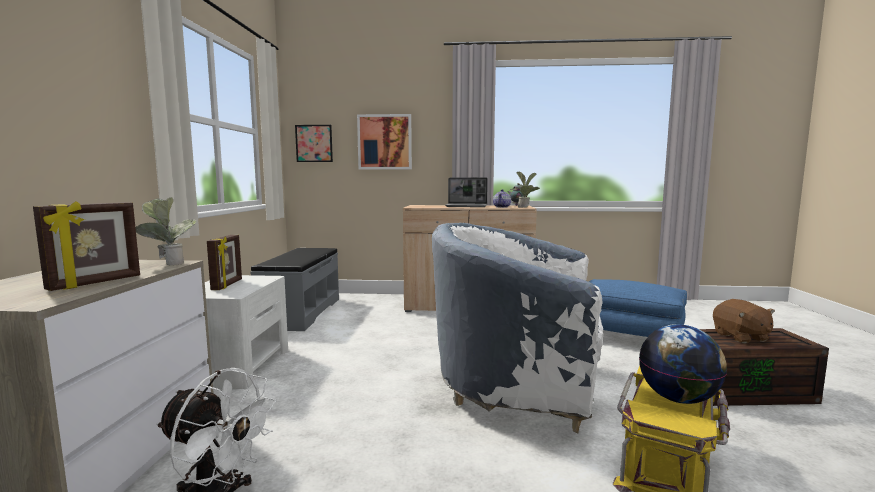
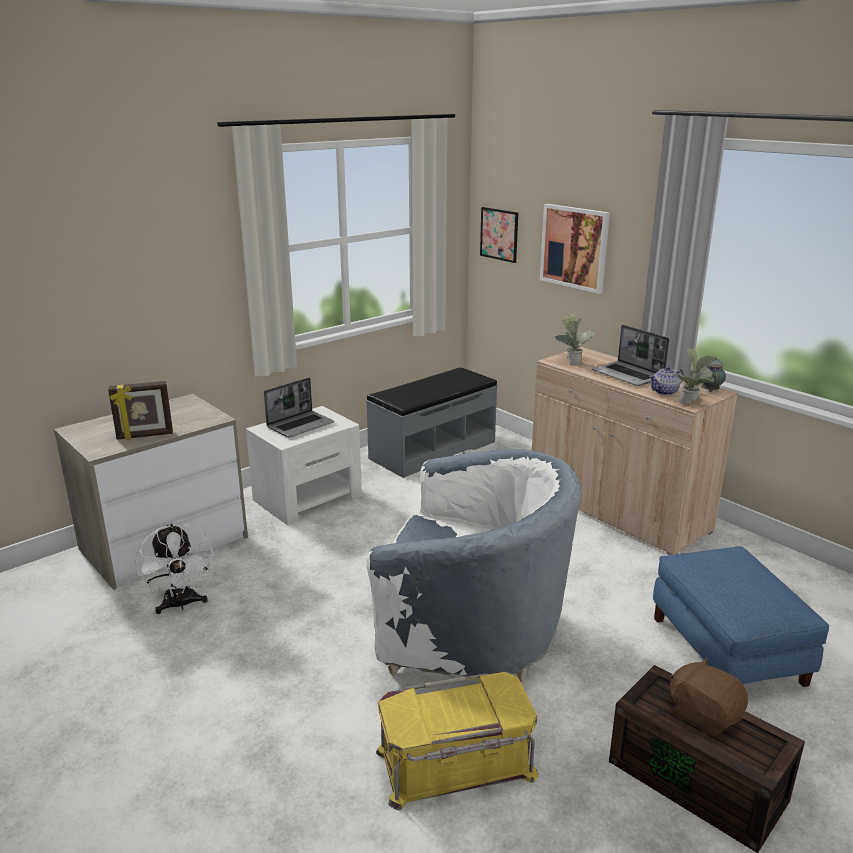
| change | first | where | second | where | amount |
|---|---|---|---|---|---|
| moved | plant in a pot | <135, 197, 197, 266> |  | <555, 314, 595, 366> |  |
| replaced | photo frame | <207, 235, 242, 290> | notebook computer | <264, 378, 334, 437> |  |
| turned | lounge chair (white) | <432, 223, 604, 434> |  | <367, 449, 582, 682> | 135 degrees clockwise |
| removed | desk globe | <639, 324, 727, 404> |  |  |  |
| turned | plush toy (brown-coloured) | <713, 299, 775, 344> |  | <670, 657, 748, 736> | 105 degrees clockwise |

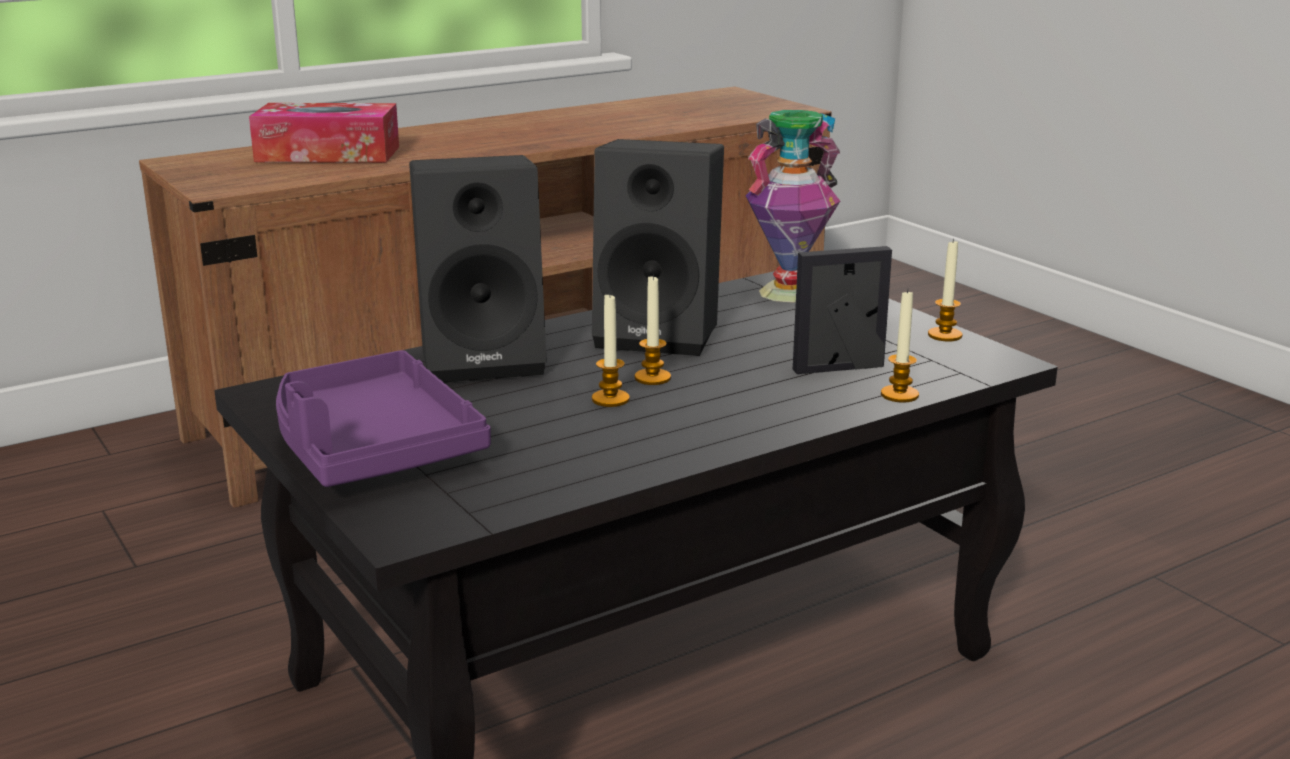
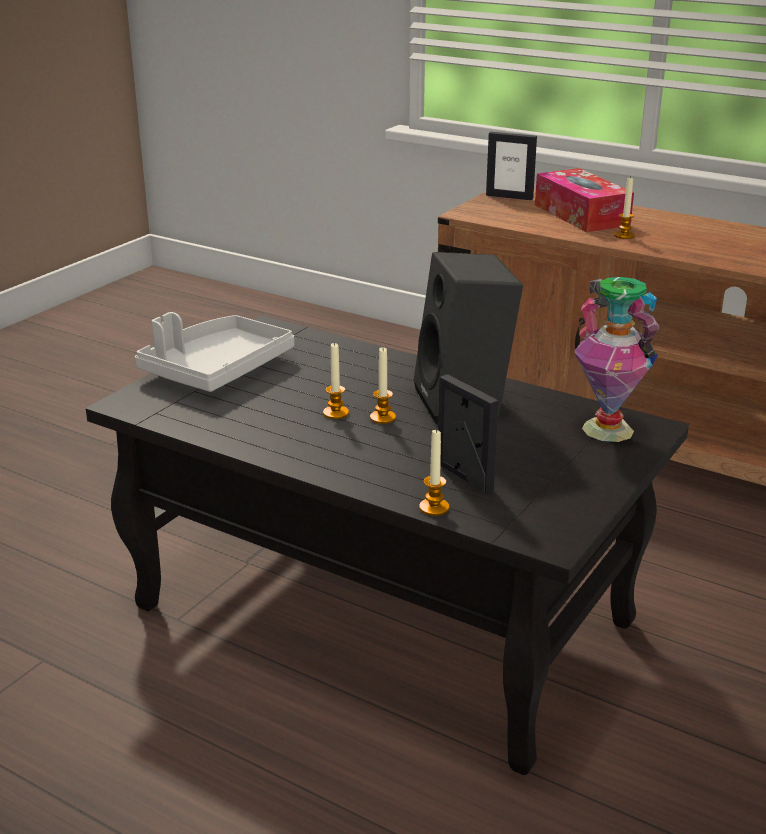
| change | first | where | second | where | amount |
|---|---|---|---|---|---|
| recoloured | carrying tray (purplish) | <276, 350, 491, 487> | carrying tray (grey) | <135, 312, 294, 392> |  |
| removed | audio speaker (blackish) | <409, 155, 547, 382> |  |  |  |
| moved | wax light | <928, 239, 962, 342> |  | <614, 176, 635, 239> |  |
| added |  |  | photo frame | <486, 132, 537, 200> |  |

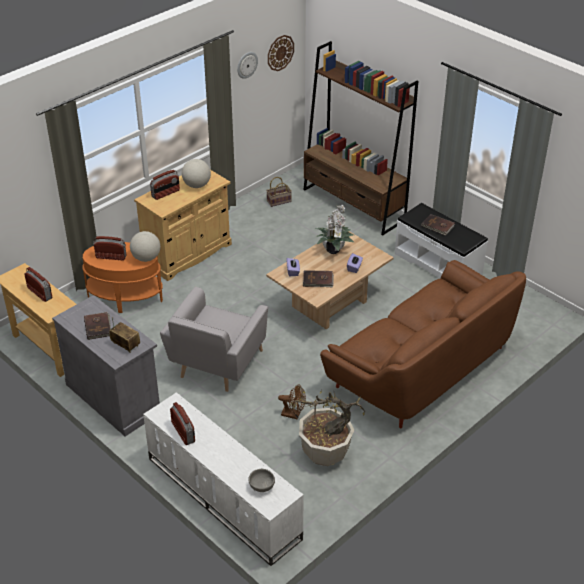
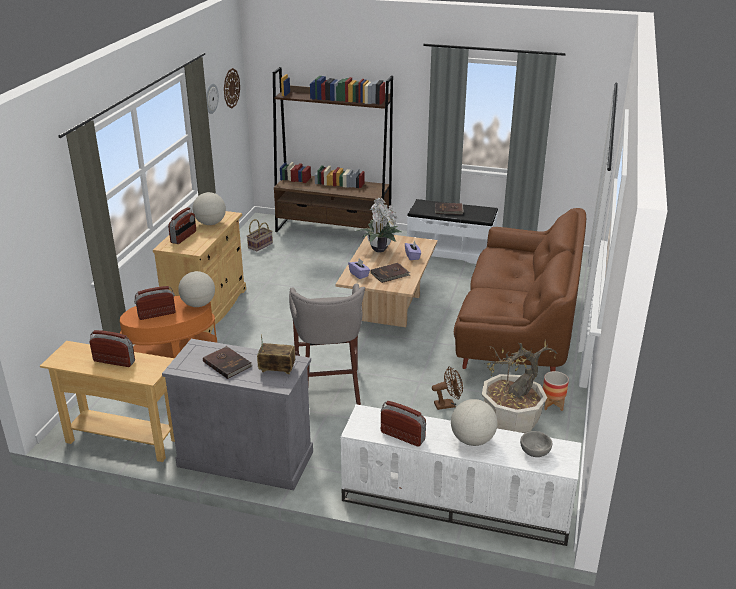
| change | first | where | second | where | amount |
|---|---|---|---|---|---|
| replaced | lounge chair (grey) | <160, 287, 268, 392> | stool (grey) | <289, 283, 365, 405> |  |
| added |  |  | desk globe | <451, 399, 497, 446> |  |
| added |  |  | plant pot | <543, 371, 569, 411> |  |

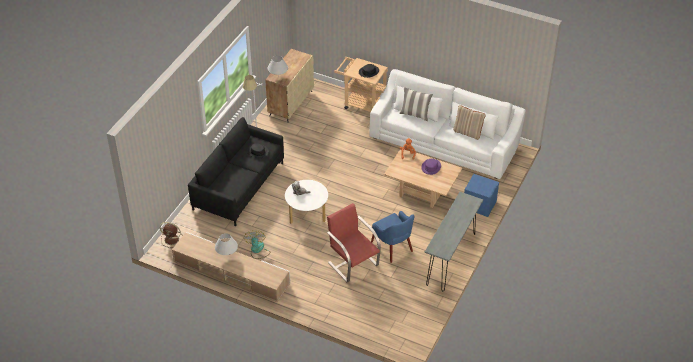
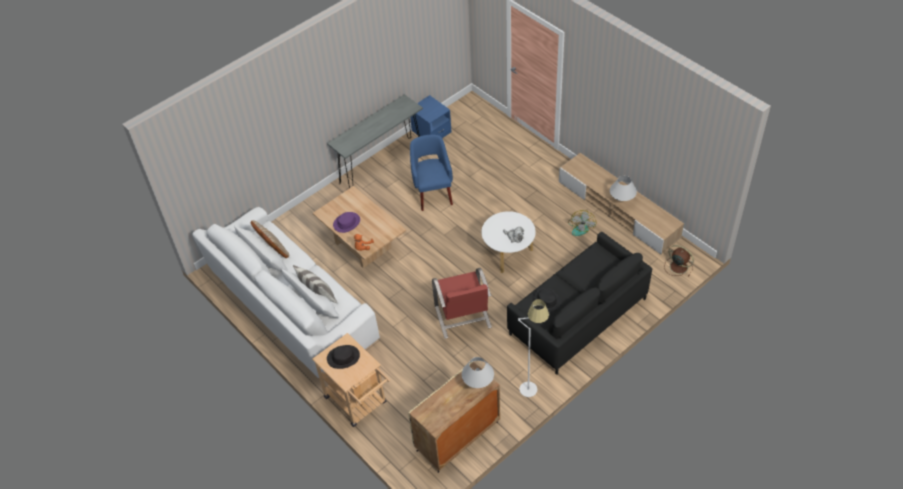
| change | first | where | second | where | amount |
|---|---|---|---|---|---|
| moved | lounge chair (reddish) | <327, 203, 381, 283> |  | <432, 268, 492, 339> |  |
| moved | bedside table (bluish) | <464, 174, 499, 217> |  | <410, 95, 451, 138> |  |

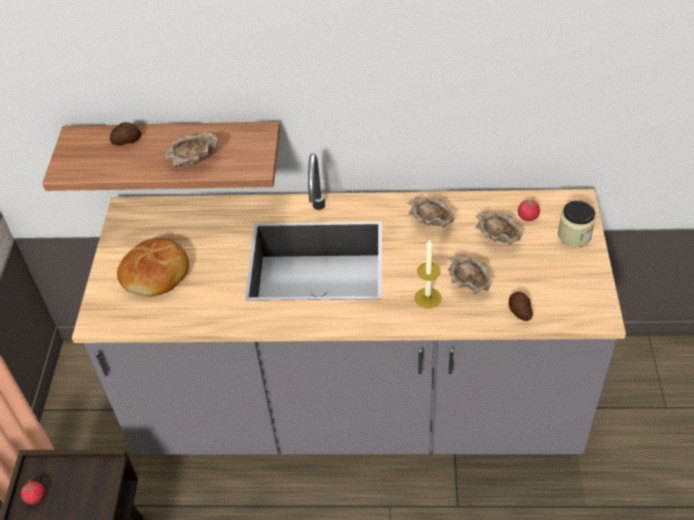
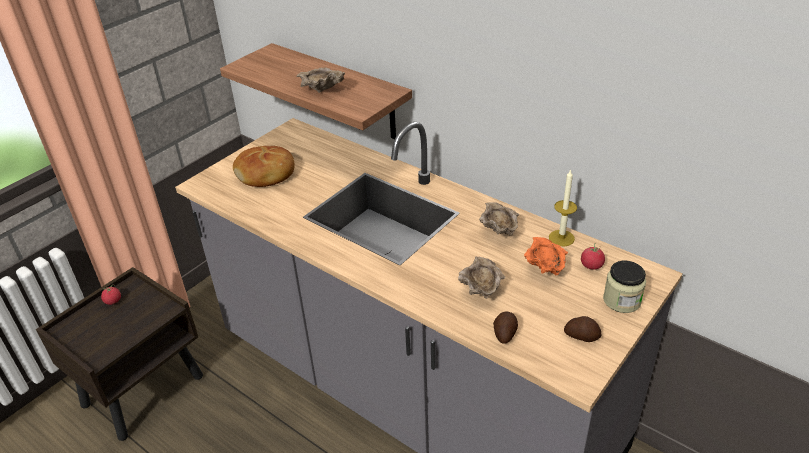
| change | first | where | second | where | amount |
|---|---|---|---|---|---|
| moved | whole potato | <110, 122, 141, 145> |  | <564, 316, 602, 342> |  |
| moved | wax light | <415, 239, 441, 309> |  | <549, 169, 577, 246> |  |
| recoloured | serving bowl (beige) | <475, 211, 523, 245> | serving bowl (orange-coloured) | <524, 237, 568, 275> |  |

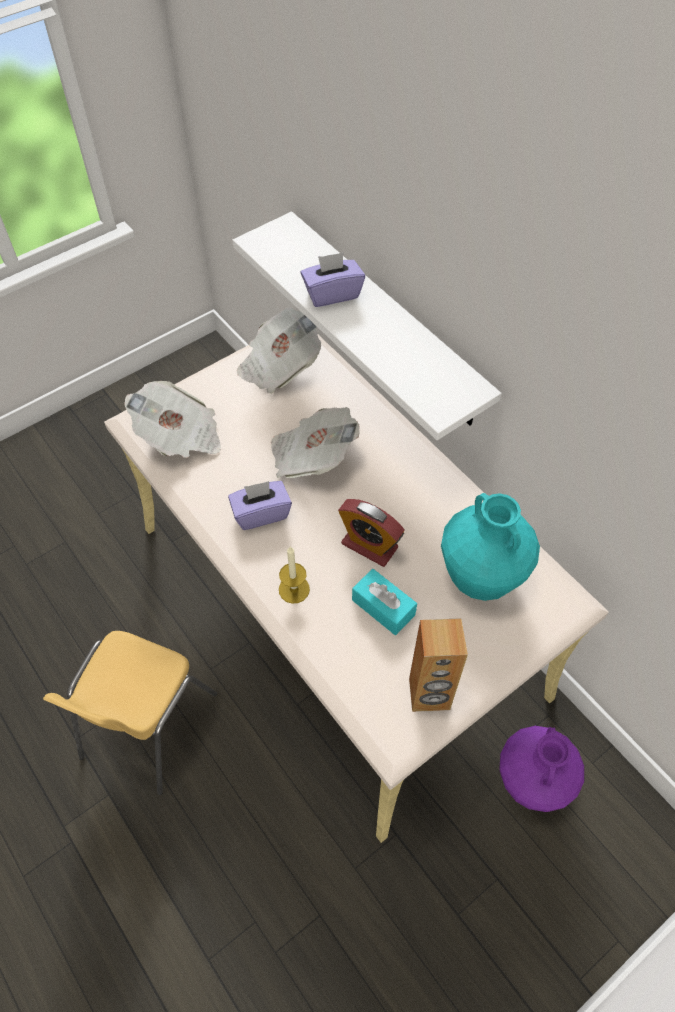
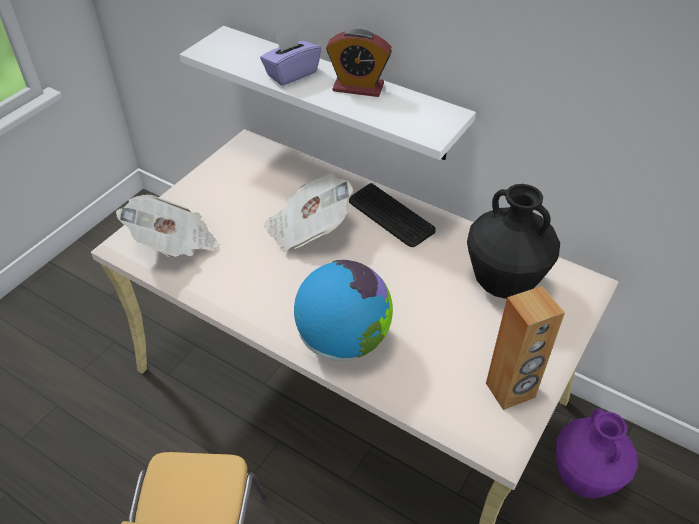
| change | first | where | second | where | amount |
|---|---|---|---|---|---|
| removed | tissue holder (purplish) | <228, 481, 292, 530> |  |  |  |
| removed | newspaper | <237, 308, 321, 394> |  |  |  |
| replaced | wax light | <279, 547, 310, 604> | desk globe | <294, 260, 393, 361> |  |
| moved | table clock | <338, 499, 405, 567> |  | <326, 29, 392, 97> |  |
| removed | tissue holder (turquoise-coloured) | <352, 569, 417, 635> |  |  |  |
| recoloured | flower vase (turquoise-coloured) | <441, 493, 540, 601> | flower vase (blackish) | <467, 184, 560, 299> |  |
| added |  |  | keyboard | <349, 183, 436, 247> |  |

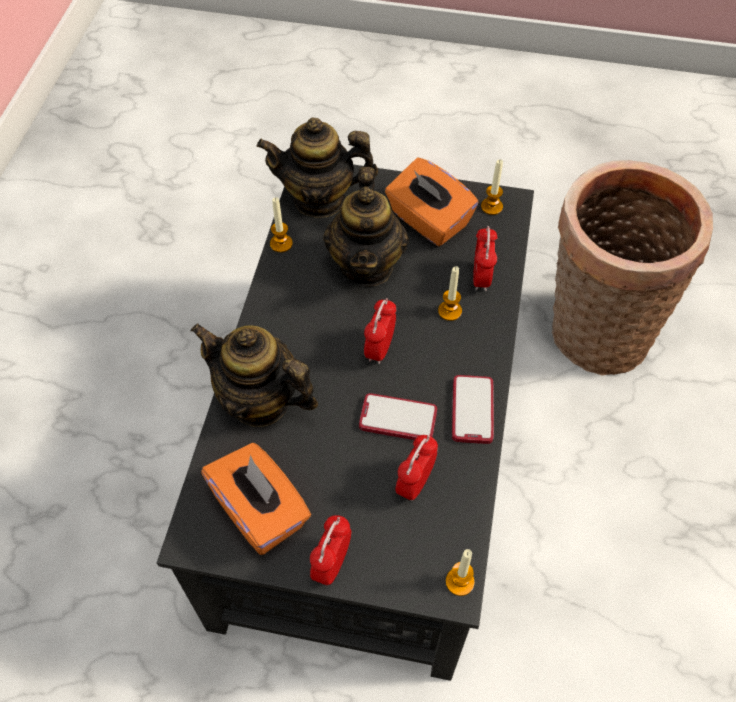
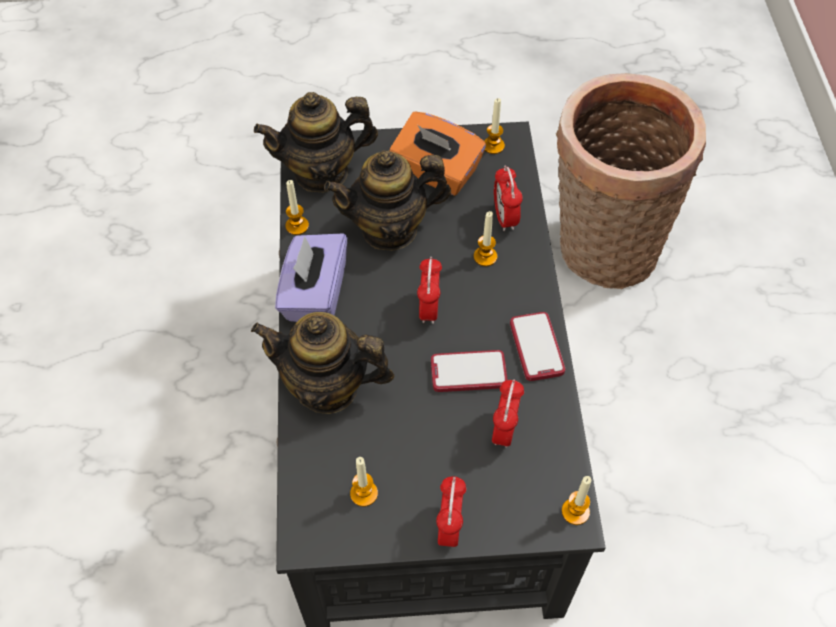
| change | first | where | second | where | amount |
|---|---|---|---|---|---|
| replaced | tissue holder (orange-coloured) | <201, 443, 311, 555> | wax light | <350, 457, 378, 507> |  |
| turned | pot for tea | <323, 167, 409, 287> |  | <324, 150, 451, 251> | 90 degrees clockwise |
| added |  |  | tissue holder (purplish) | <275, 233, 347, 322> |  |

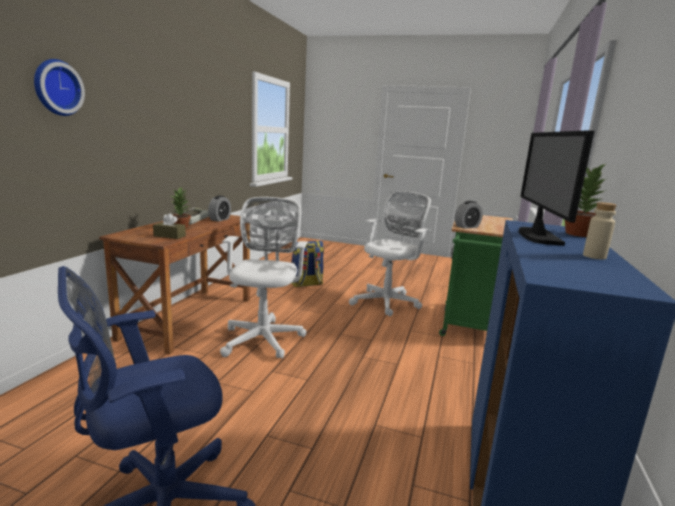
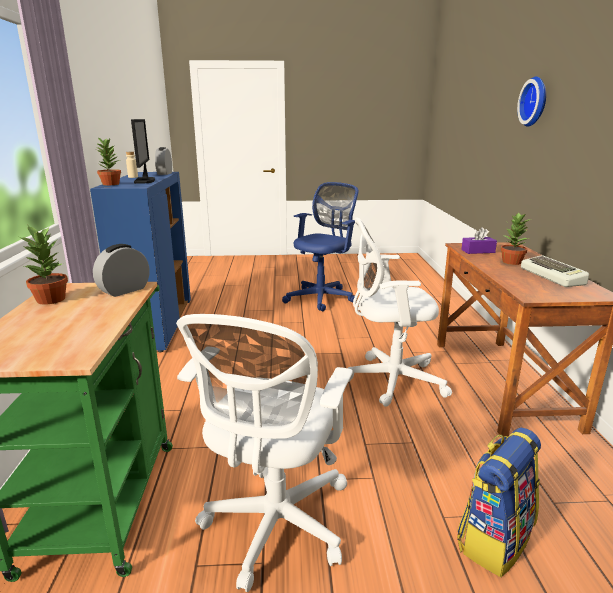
| change | first | where | second | where | amount |
|---|---|---|---|---|---|
| recoloured | tissue holder (brown-coloured) | <153, 213, 186, 239> | tissue holder (purplish) | <461, 227, 497, 254> |  |
| moved | table clock | <208, 195, 231, 222> |  | <155, 147, 172, 175> |  |
| turned | computer chair (white) | <220, 197, 308, 358> |  | <348, 217, 452, 407> | 105 degrees clockwise |
| added |  |  | plant in a pot | <19, 226, 68, 305> |  |

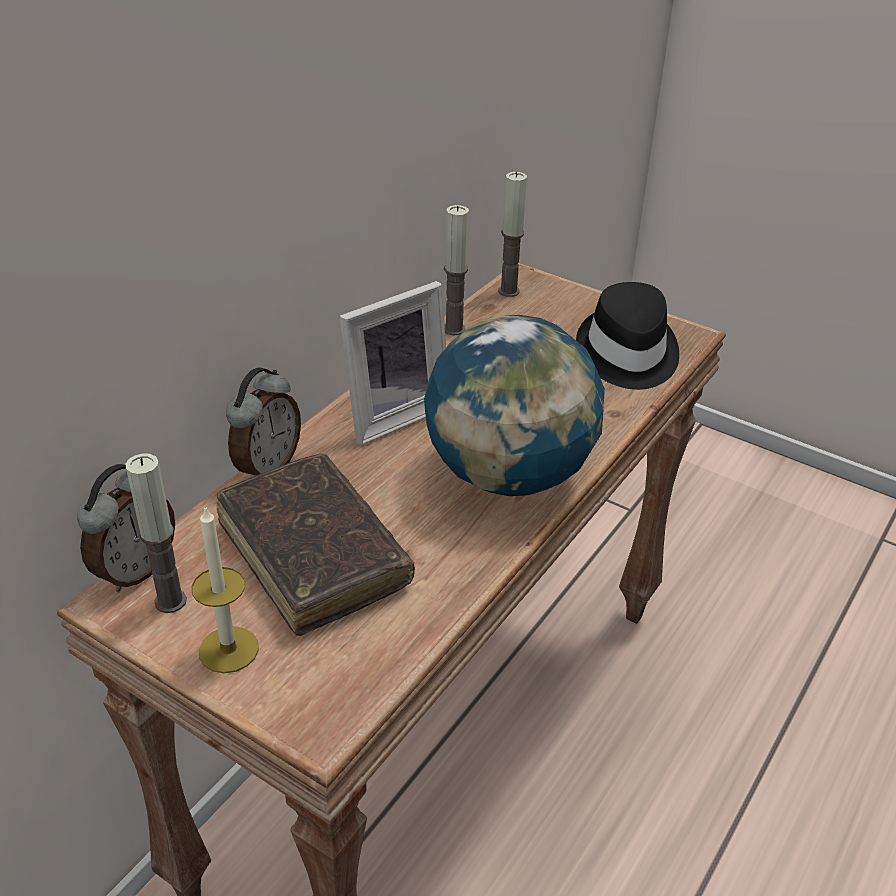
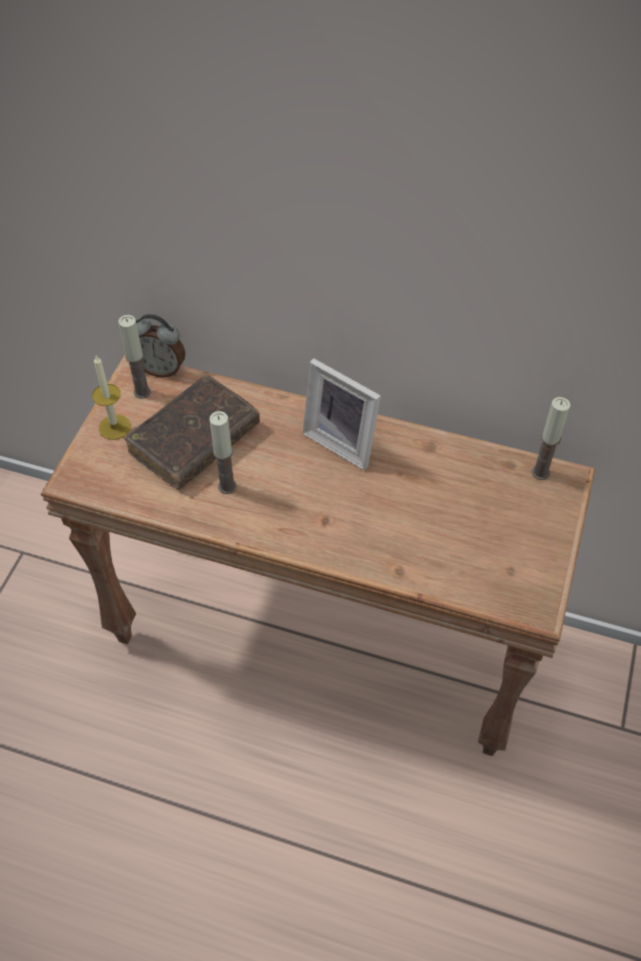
| change | first | where | second | where | amount |
|---|---|---|---|---|---|
| removed | table clock | <226, 368, 301, 476> |  |  |  |
| removed | desk globe | <424, 315, 605, 496> |  |  |  |
| moved | wax light | <444, 205, 469, 336> |  | <210, 411, 237, 494> |  |
| removed | clothing hat (blackish) | <576, 282, 679, 390> |  |  |  |

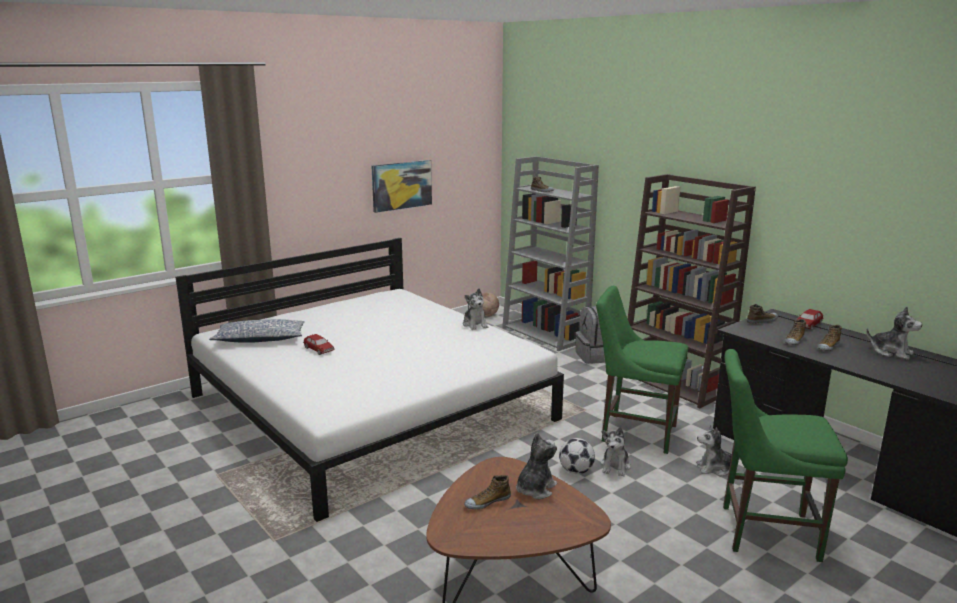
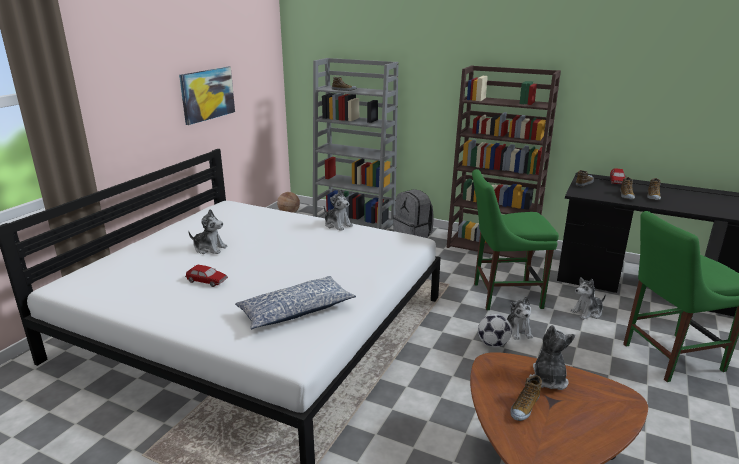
| change | first | where | second | where | amount |
|---|---|---|---|---|---|
| moved | cushion | <209, 319, 305, 343> |  | <235, 276, 356, 329> |  |
| moved | plush toy | <866, 306, 922, 360> |  | <188, 209, 228, 254> |  |

